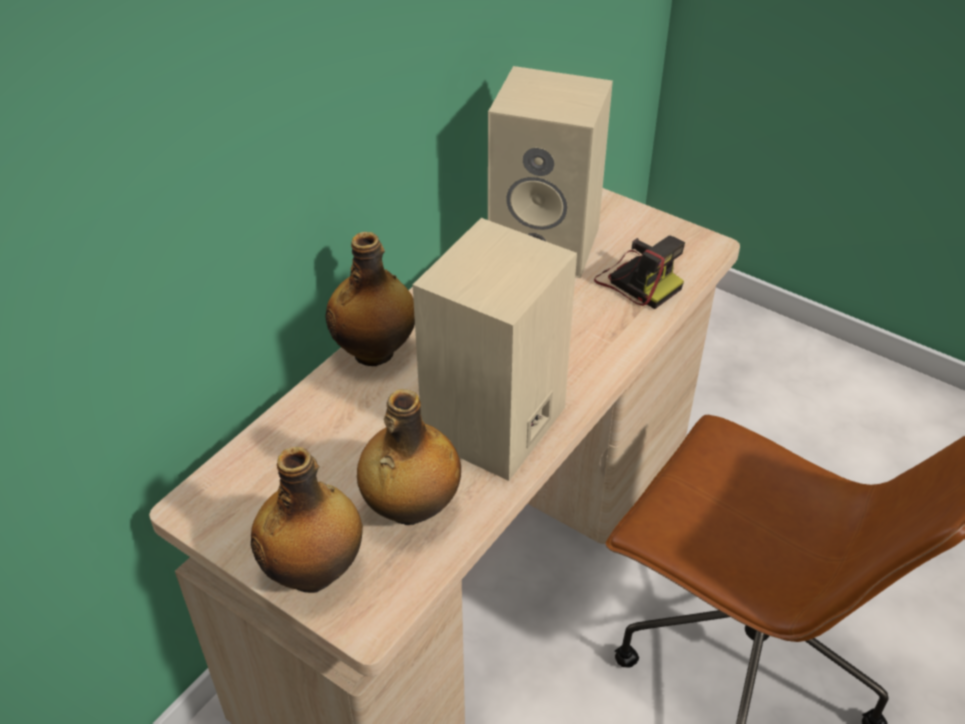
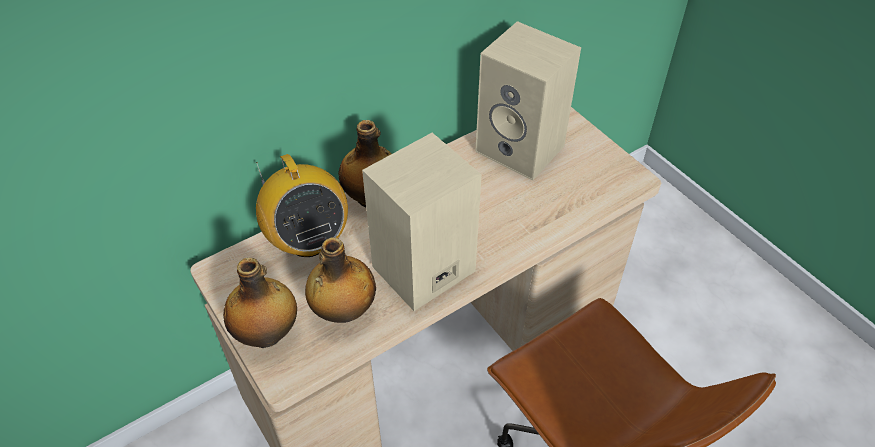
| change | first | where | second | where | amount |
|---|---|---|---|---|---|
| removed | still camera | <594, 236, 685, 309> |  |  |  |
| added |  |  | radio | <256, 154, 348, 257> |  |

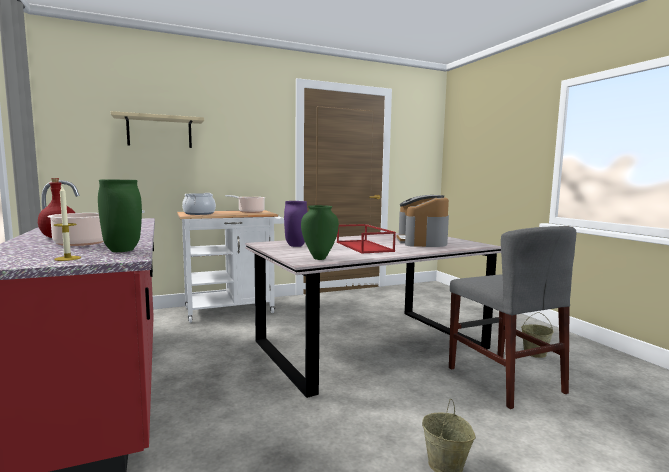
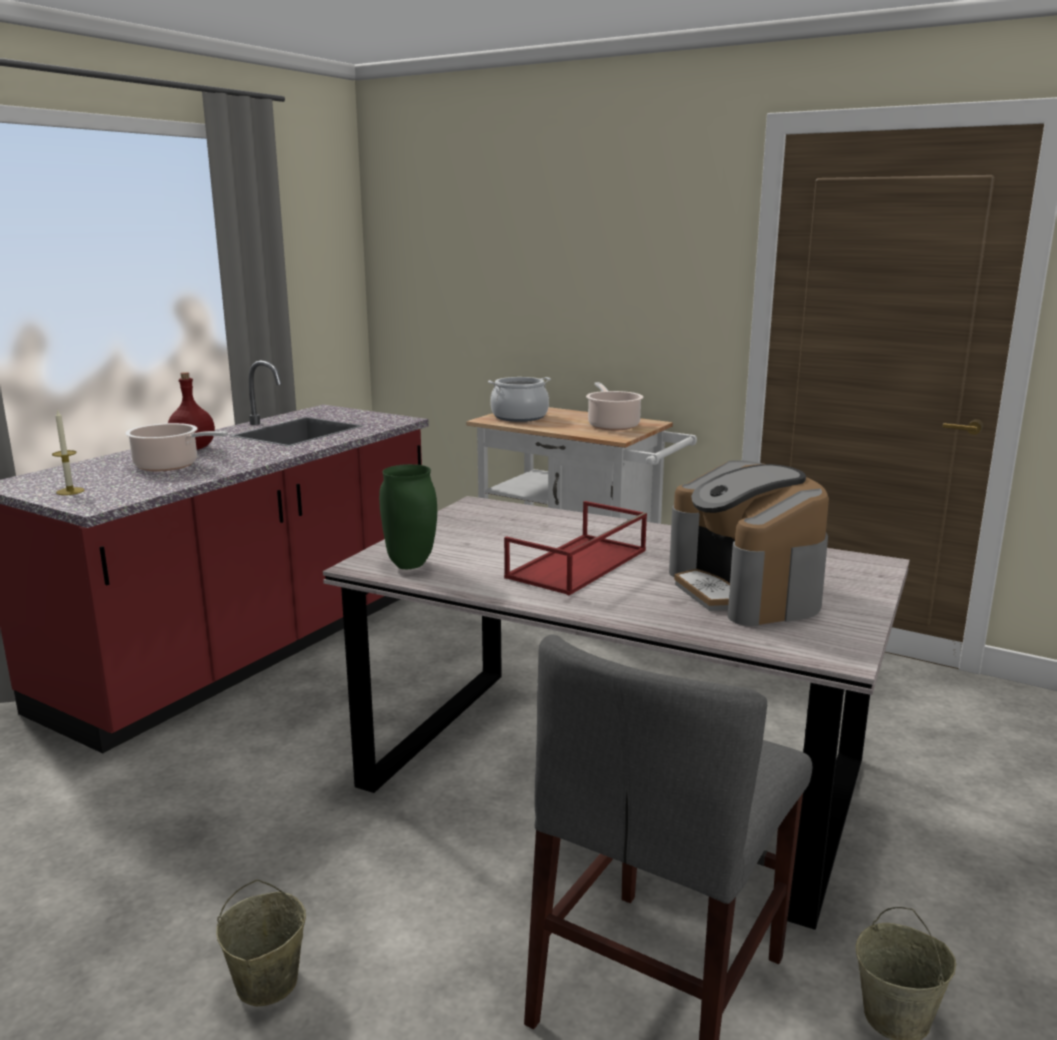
| change | first | where | second | where | amount |
|---|---|---|---|---|---|
| removed | flower vase (green-coloured) | <98, 180, 142, 252> |  |  |  |
| removed | shelf (beige) | <111, 111, 204, 148> |  |  |  |
| removed | flower vase (purplish) | <284, 201, 307, 247> |  |  |  |
| turned | coffee machine | <397, 195, 449, 247> |  | <669, 460, 829, 626> | 75 degrees counterclockwise |

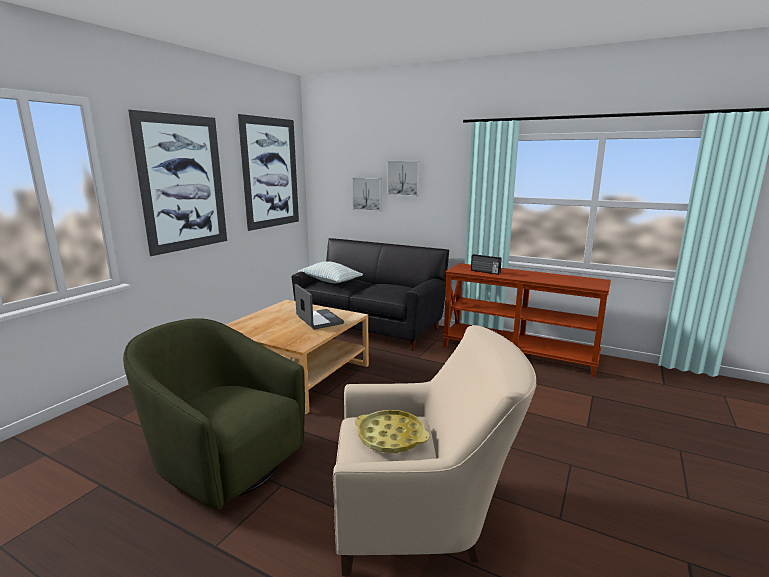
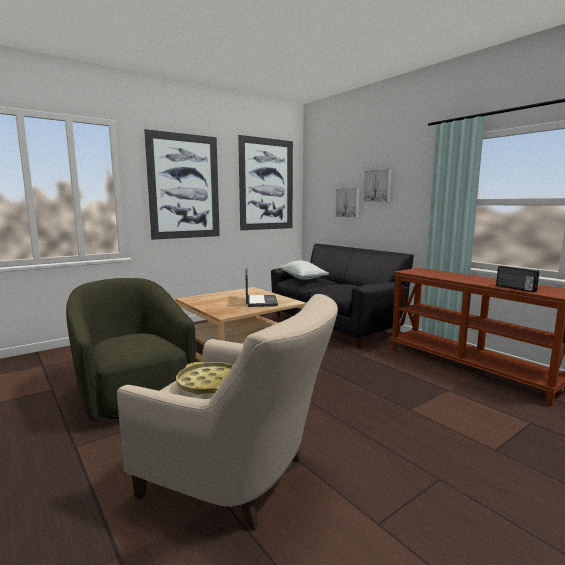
| change | first | where | second | where | amount |
|---|---|---|---|---|---|
| moved | radio | <471, 254, 502, 275> |  | <496, 266, 539, 292> |  |

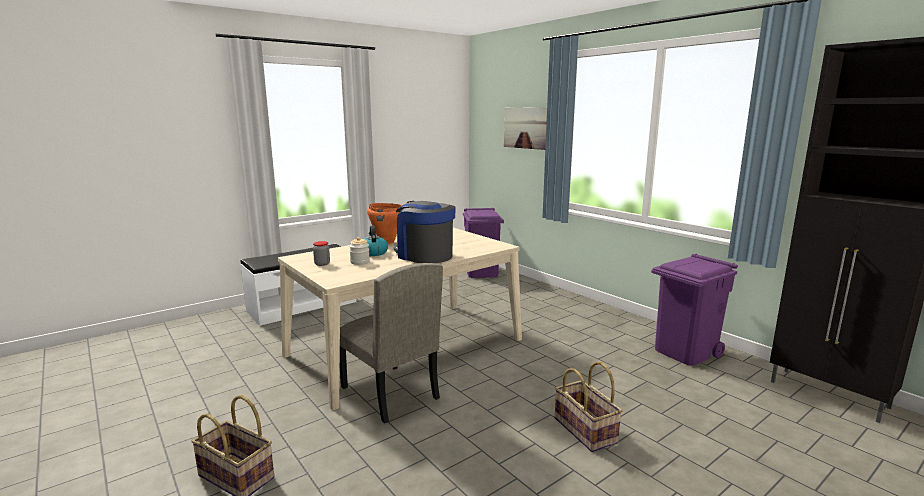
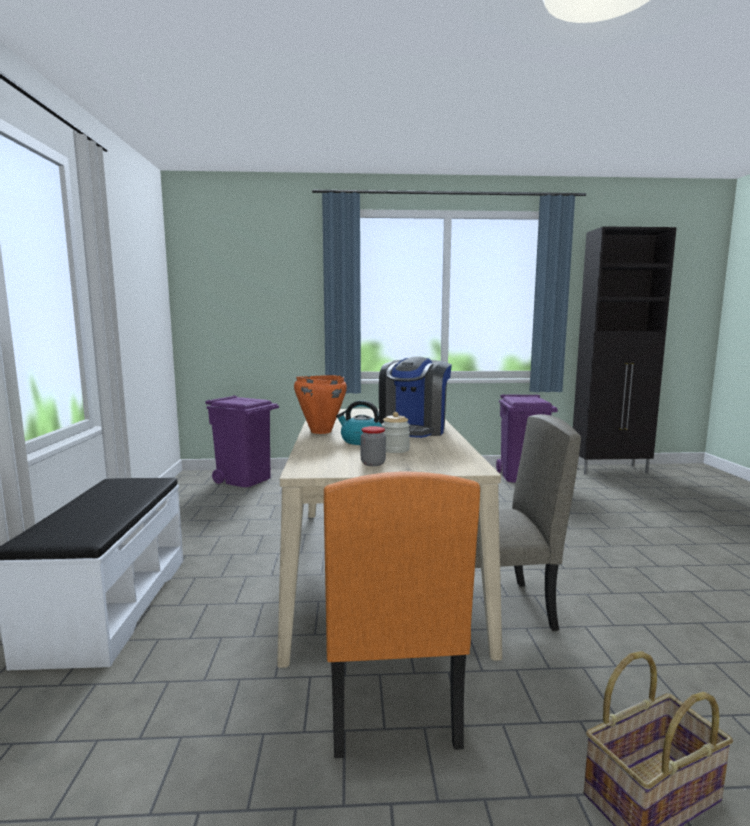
| change | first | where | second | where | amount |
|---|---|---|---|---|---|
| turned | coffee machine | <394, 201, 456, 263> |  | <379, 356, 452, 438> | 60 degrees counterclockwise |
| removed | wall art | <504, 107, 547, 150> |  |  |  |
| removed | basket | <555, 361, 622, 452> |  |  |  |
| added |  |  | upright chair (orange-coloured) | <324, 471, 480, 758> |  |

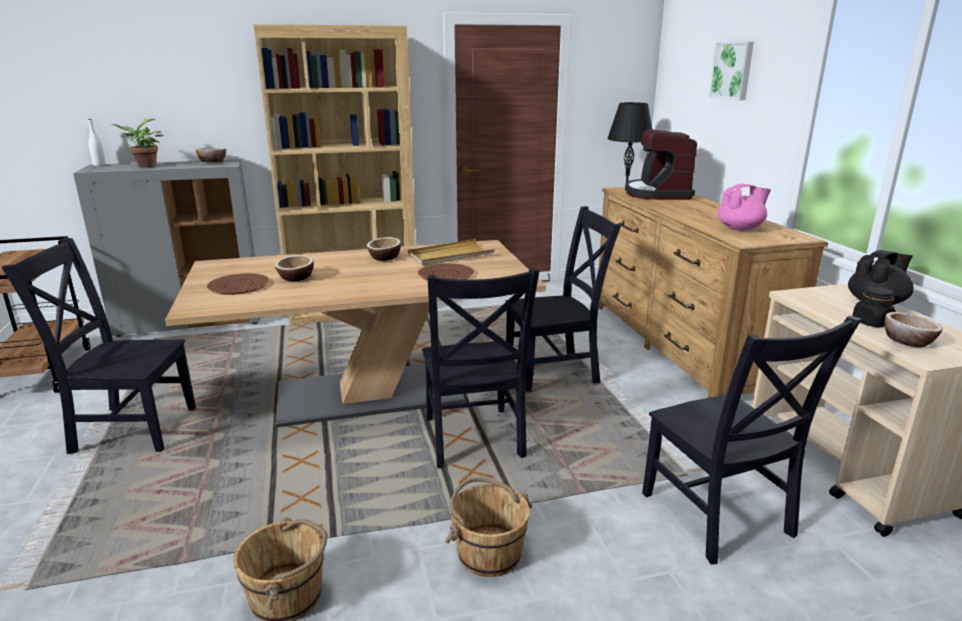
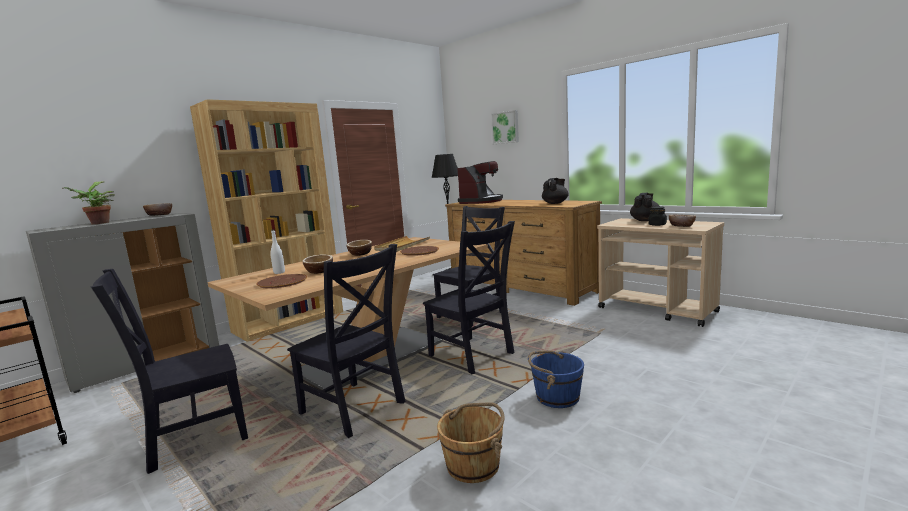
| change | first | where | second | where | amount |
|---|---|---|---|---|---|
| moved | beverage bottle (white) | <88, 119, 106, 166> |  | <270, 229, 285, 274> |  |
| recoloured | pail (brown-coloured) | <445, 477, 532, 577> | pail (bluish) | <528, 350, 584, 408> |  |
| turned | coffee machine | <625, 129, 697, 200> |  | <457, 161, 503, 204> | 120 degrees counterclockwise |
| moved | upright chair (blackish) | <642, 316, 862, 564> |  | <287, 244, 405, 438> |  |
| recoloured | pot for tea (pinkish) | <718, 184, 771, 231> | pot for tea (blackish) | <542, 178, 569, 204> |  |

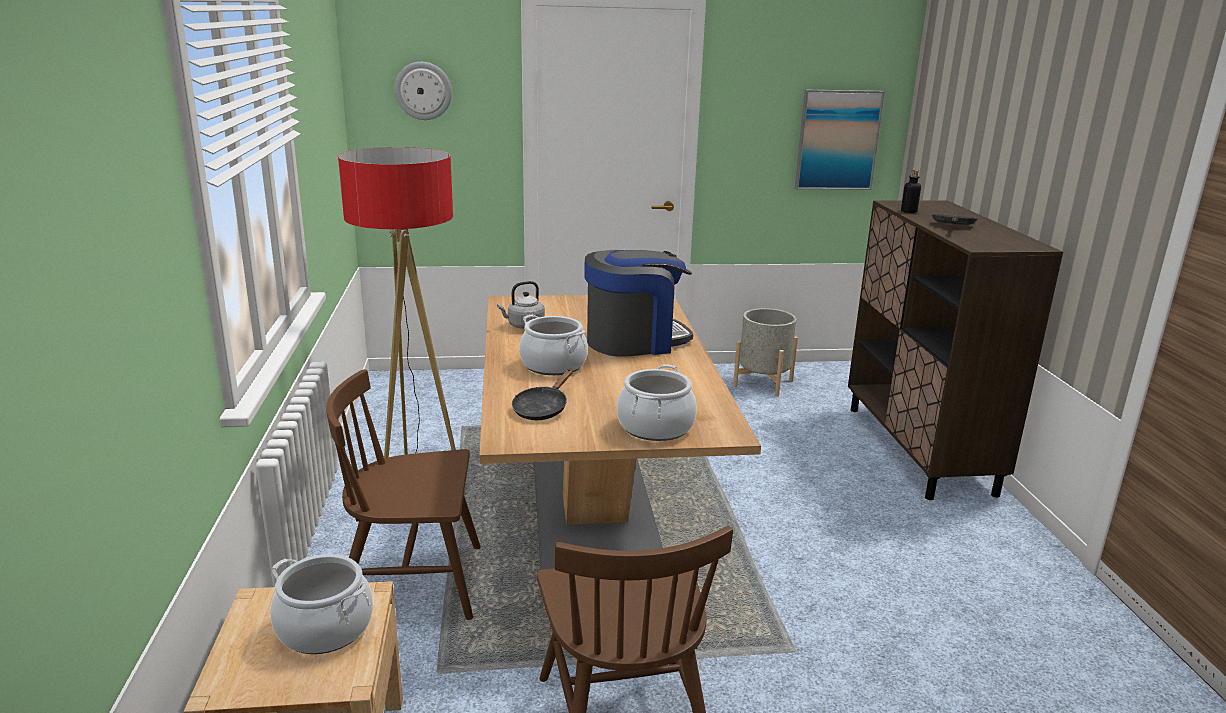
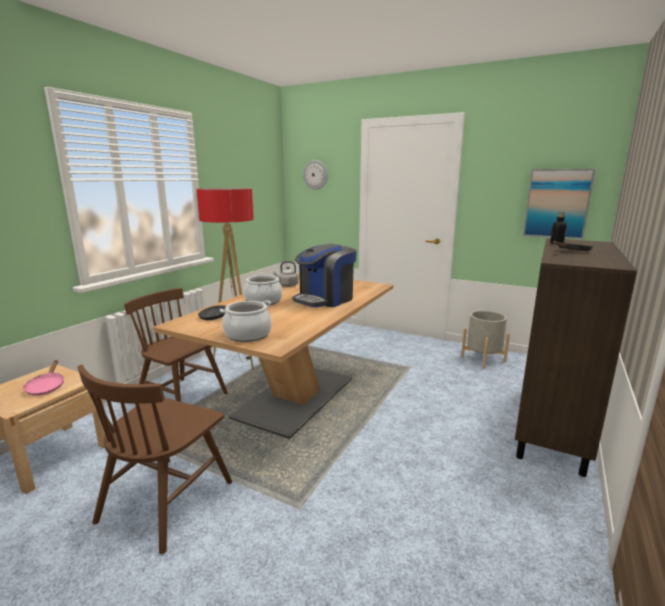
| change | first | where | second | where | amount |
|---|---|---|---|---|---|
| replaced | saucepot | <270, 554, 373, 654> | pan (pinkish) | <23, 360, 64, 396> |  |
| turned | coffee machine | <584, 250, 693, 357> |  | <292, 244, 357, 307> | 120 degrees clockwise |

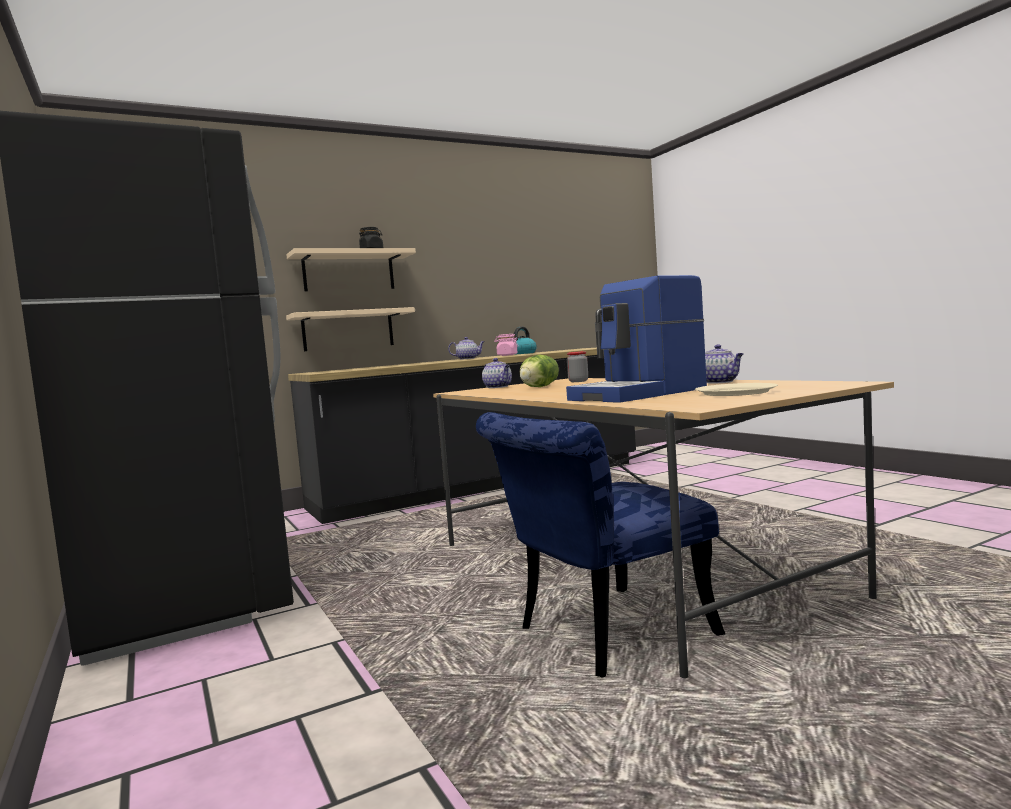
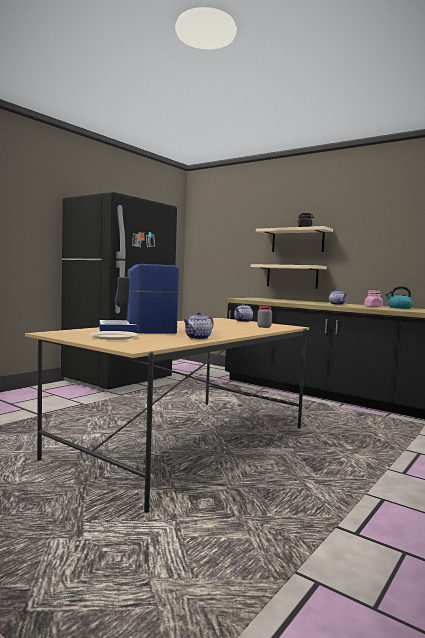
| change | first | where | second | where | amount |
|---|---|---|---|---|---|
| removed | upright chair (bluish) | <476, 412, 725, 677> |  |  |  |
| removed | head of lettuce | <519, 355, 559, 387> |  |  |  |
| turned | coffee machine | <566, 275, 707, 403> |  | <99, 264, 179, 334> | 45 degrees counterclockwise |

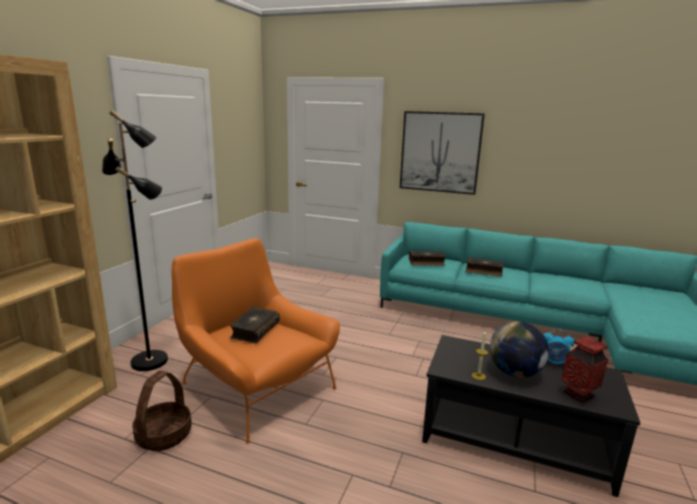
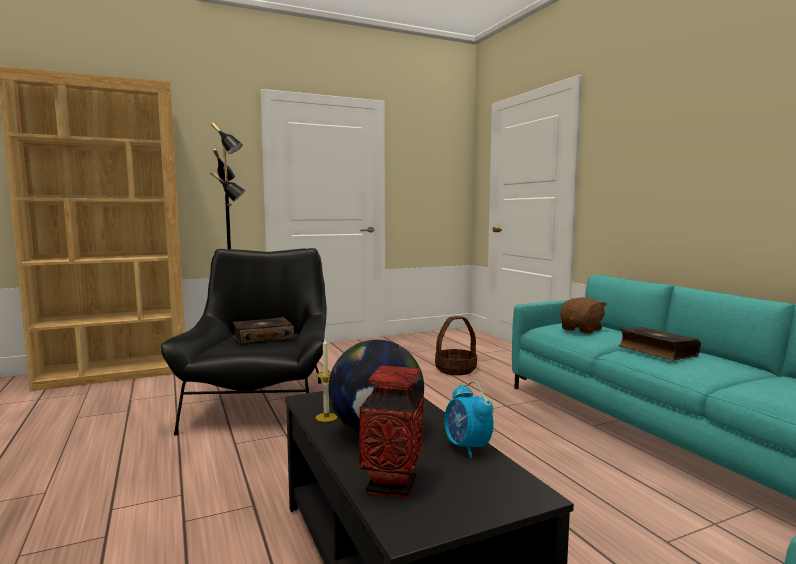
| change | first | where | second | where | amount |
|---|---|---|---|---|---|
| moved | basket | <132, 371, 192, 451> |  | <435, 316, 477, 375> |  |
| recoloured | lounge chair (orange-coloured) | <171, 238, 340, 444> | lounge chair (blackish) | <161, 248, 327, 436> |  |
| removed | wall art | <400, 111, 485, 195> |  |  |  |
| replaced | volume | <409, 251, 446, 266> | plush toy (brown-coloured) | <560, 297, 607, 334> |  |

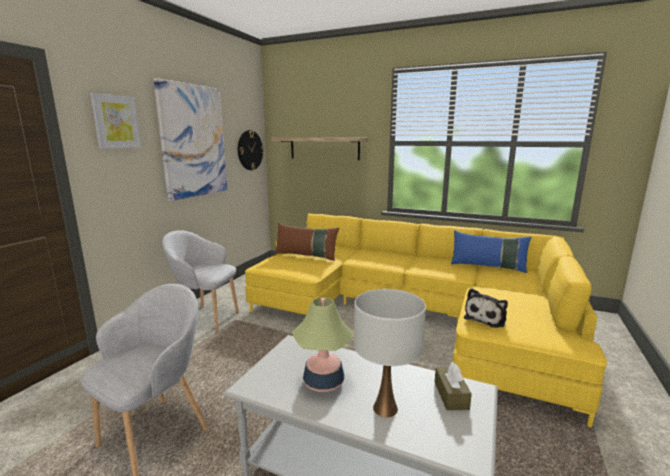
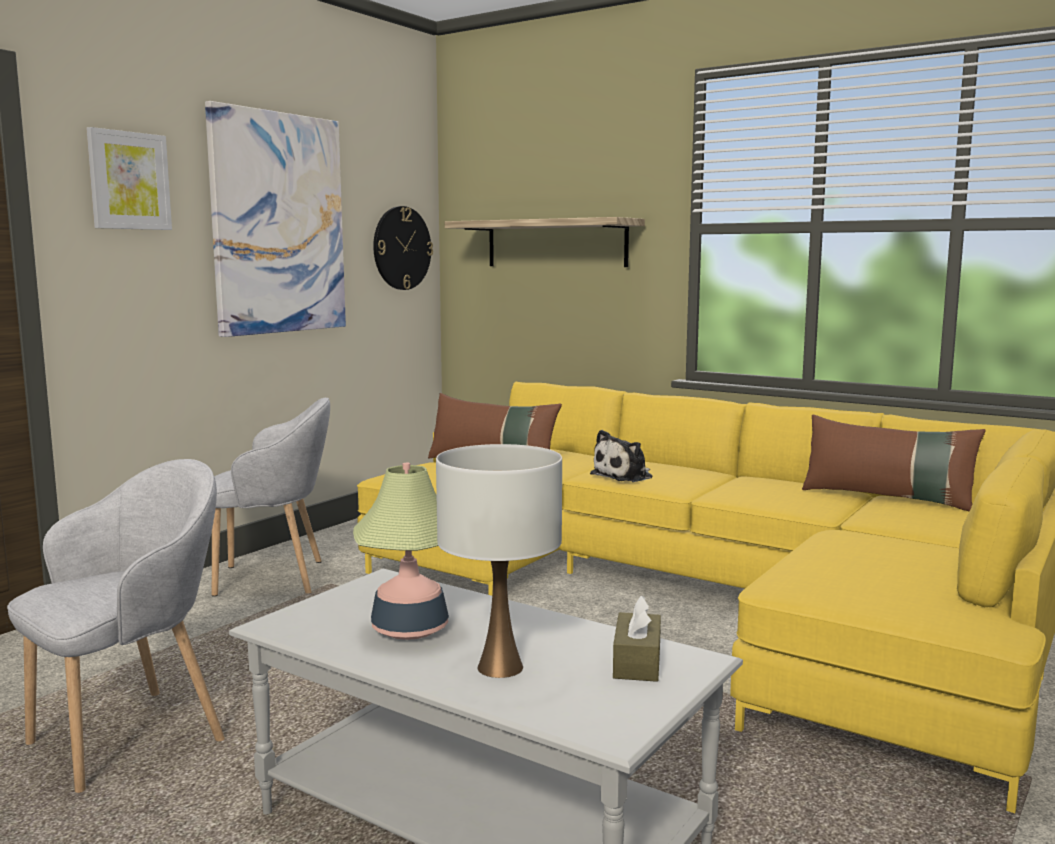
| change | first | where | second | where | amount |
|---|---|---|---|---|---|
| turned | lounge chair (grey) | <162, 230, 239, 332> |  | <212, 398, 330, 597> | 150 degrees clockwise |
| recoloured | cushion (bluish) | <451, 230, 531, 273> | cushion (brown-coloured) | <802, 415, 985, 512> |  |
| moved | plush toy | <464, 288, 508, 328> |  | <590, 430, 653, 482> |  |

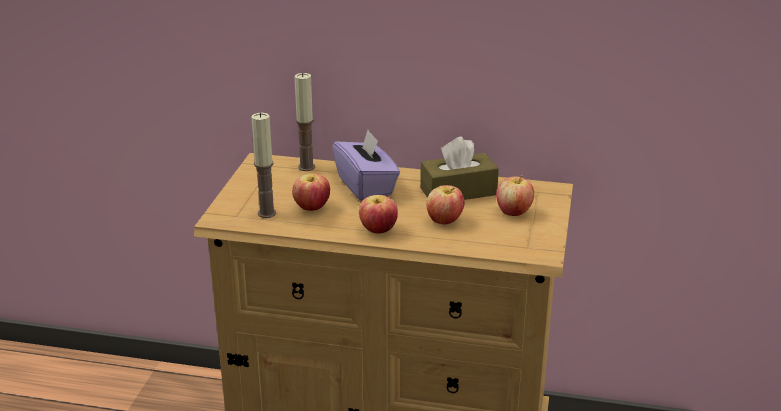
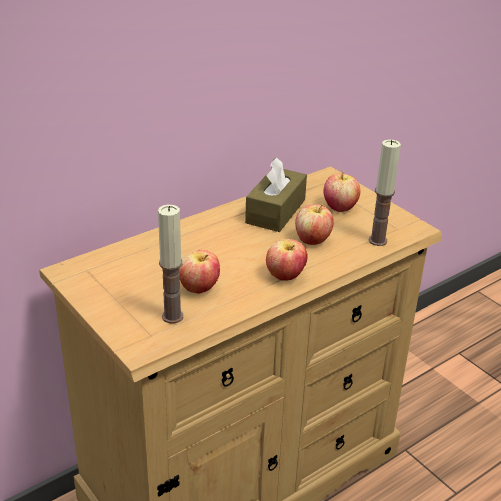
| change | first | where | second | where | amount |
|---|---|---|---|---|---|
| moved | wax light | <295, 73, 315, 171> |  | <369, 139, 401, 246> |  |
| removed | tissue holder (purplish) | <333, 130, 400, 201> |  |  |  |

